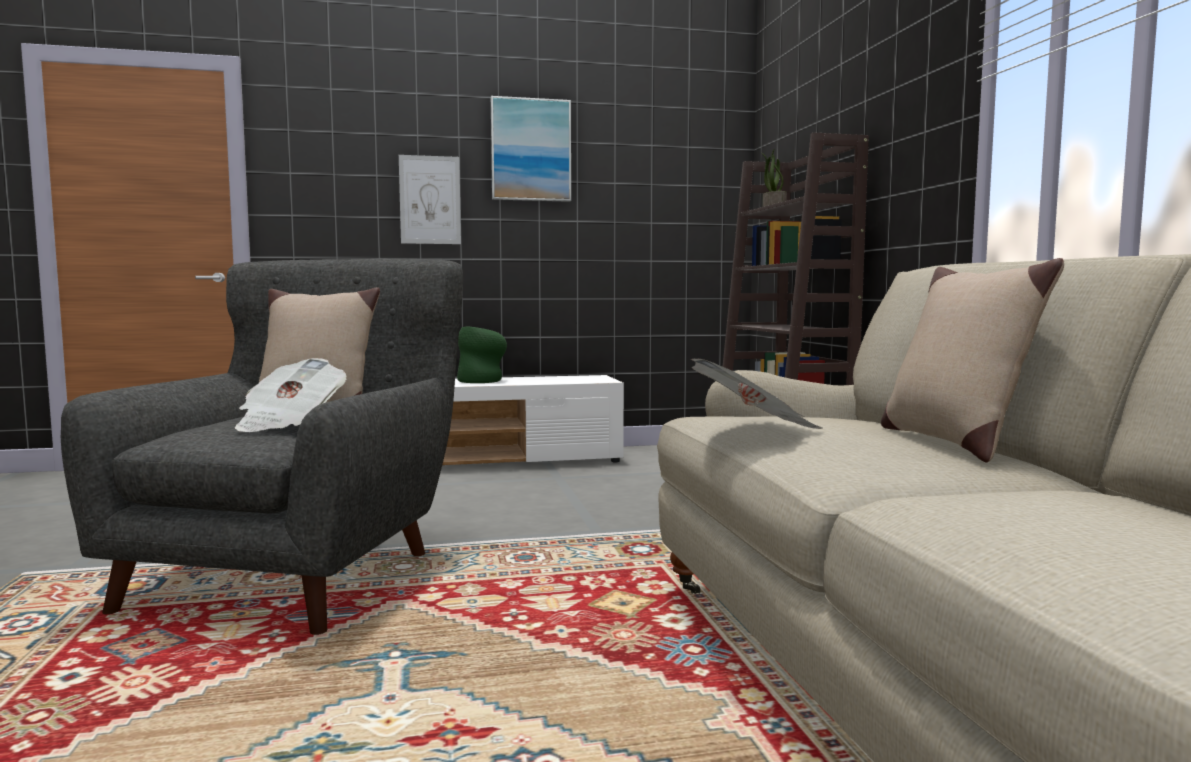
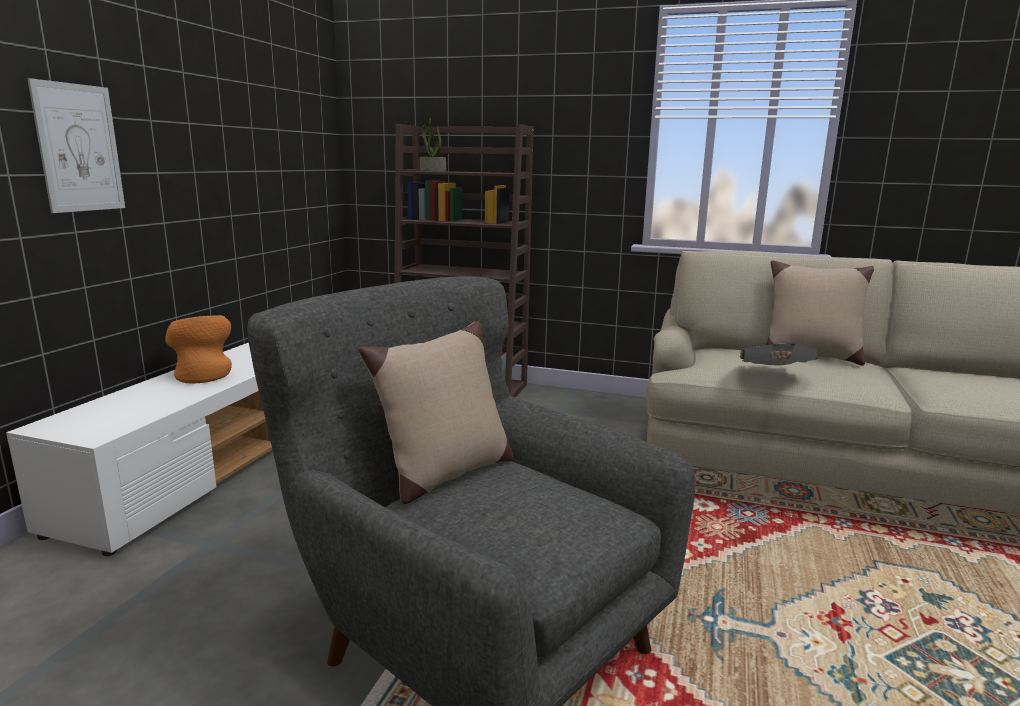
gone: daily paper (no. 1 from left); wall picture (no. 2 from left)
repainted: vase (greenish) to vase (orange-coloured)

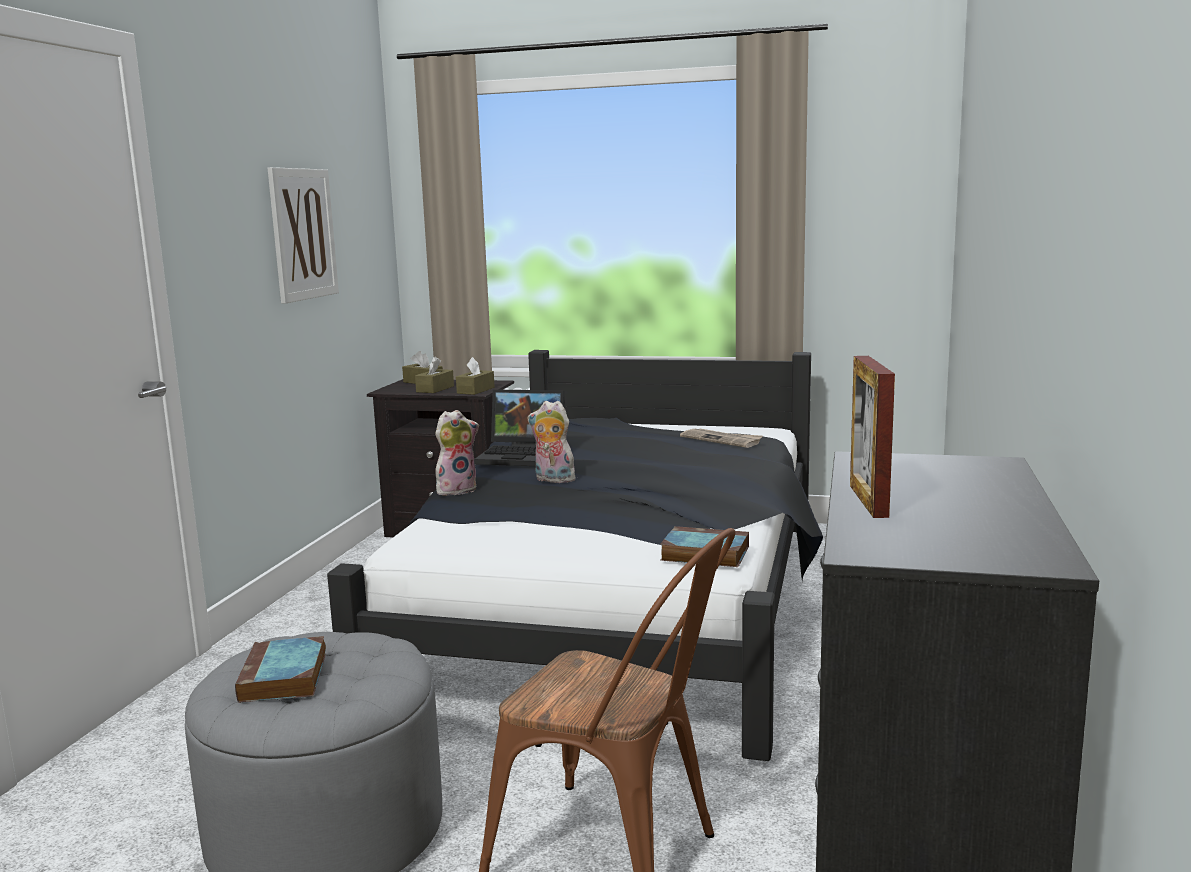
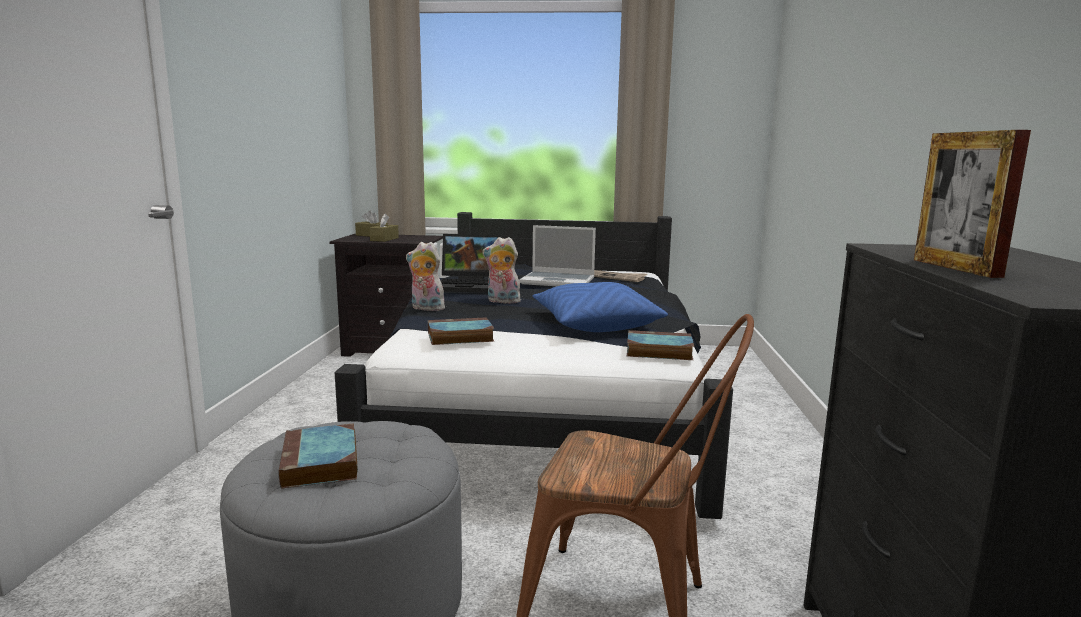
gone: wall picture; tissue holder (brown-coloured) (no. 3 from left)
new: book (no. 2 from left); portable computer (no. 2 from left); pillow (blue)
rotated: cuddly toy (no. 1 from left) 120 degrees counterclockwise

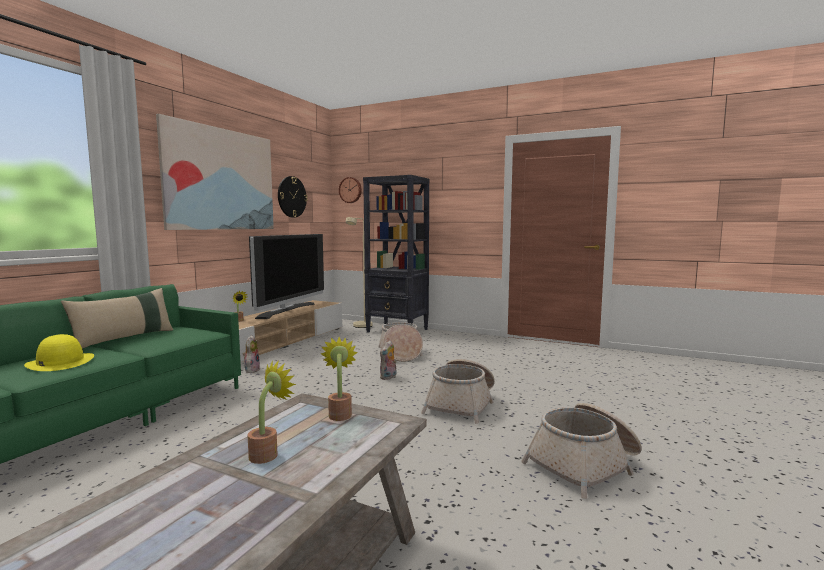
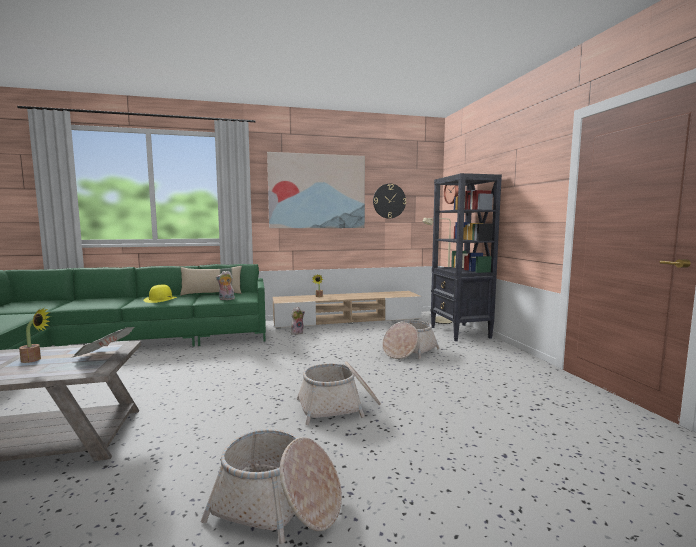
gone: television
shifted: cuddly toy (no. 2 from left in the first image) to cuddly toy (no. 1 from left)
swapped: houseplant (no. 3 from left) to daily paper

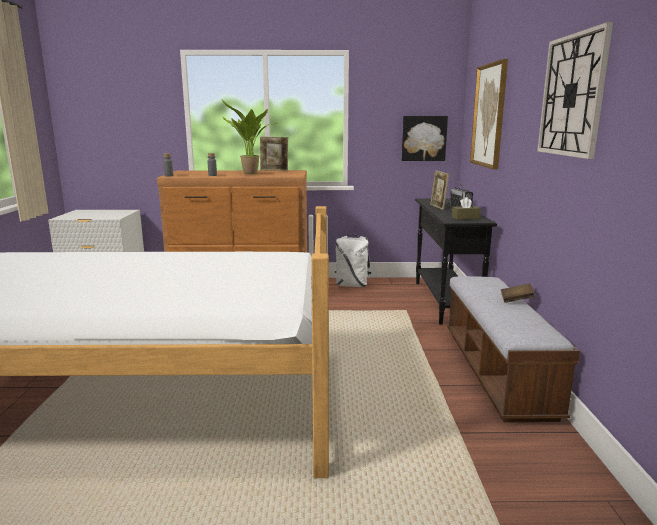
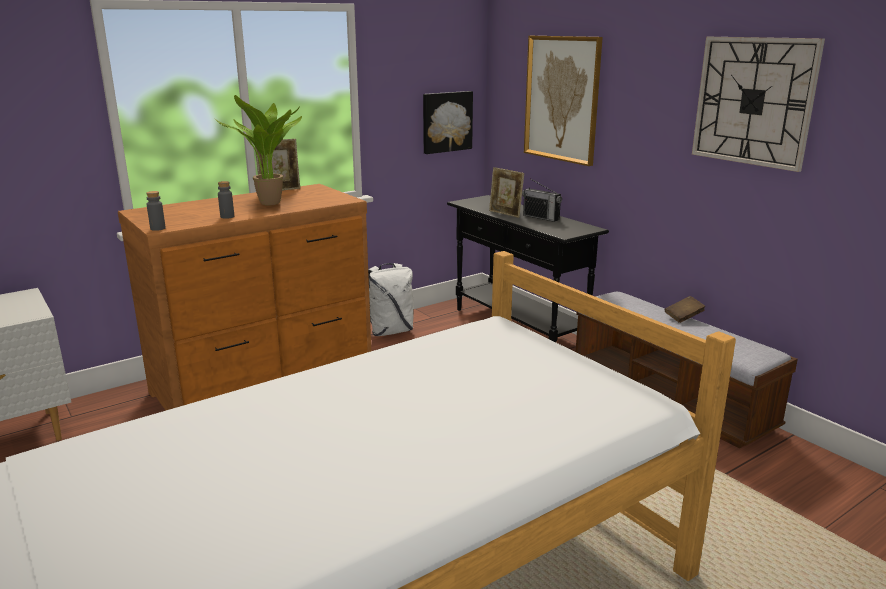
gone: tissue holder (brown-coloured)

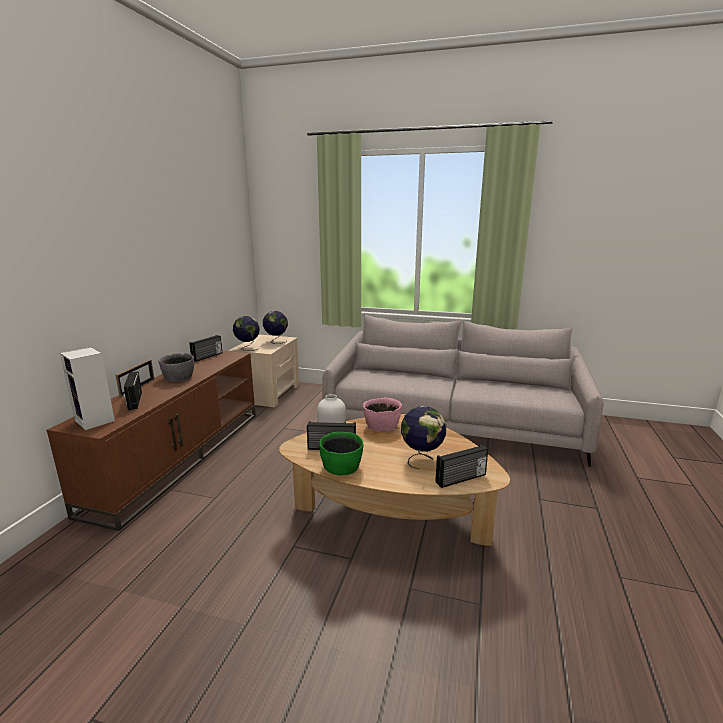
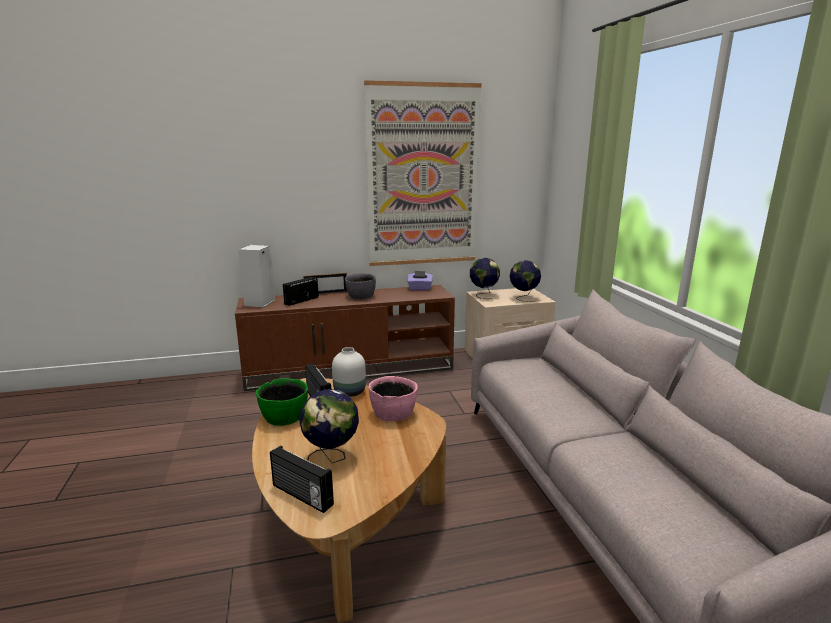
new: wall picture
swapped: radio set (no. 2 from left) to tissue holder (purple)

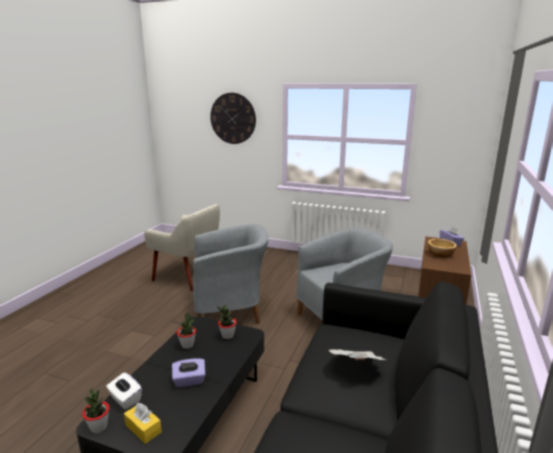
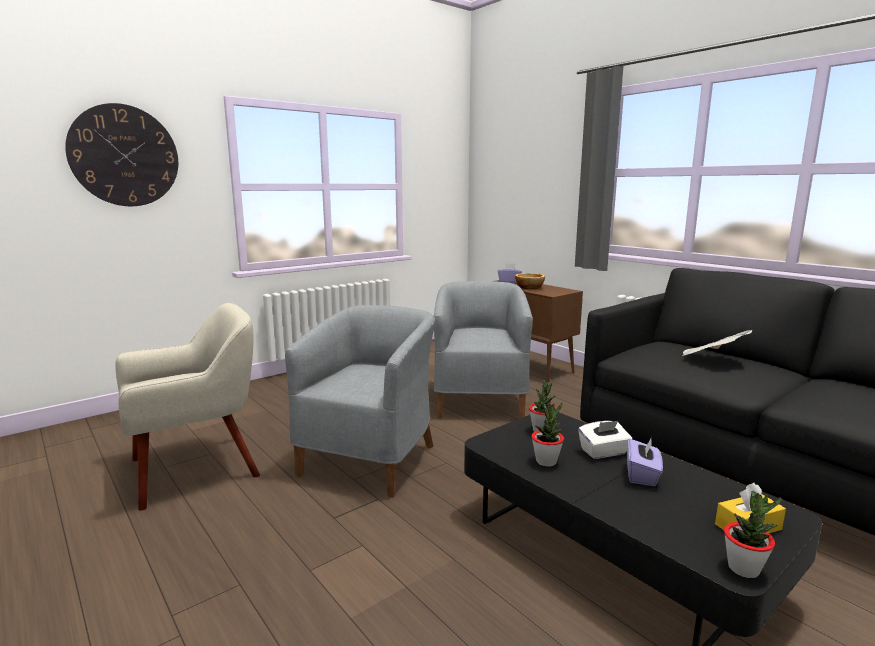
shifted: tissue holder (whitish)

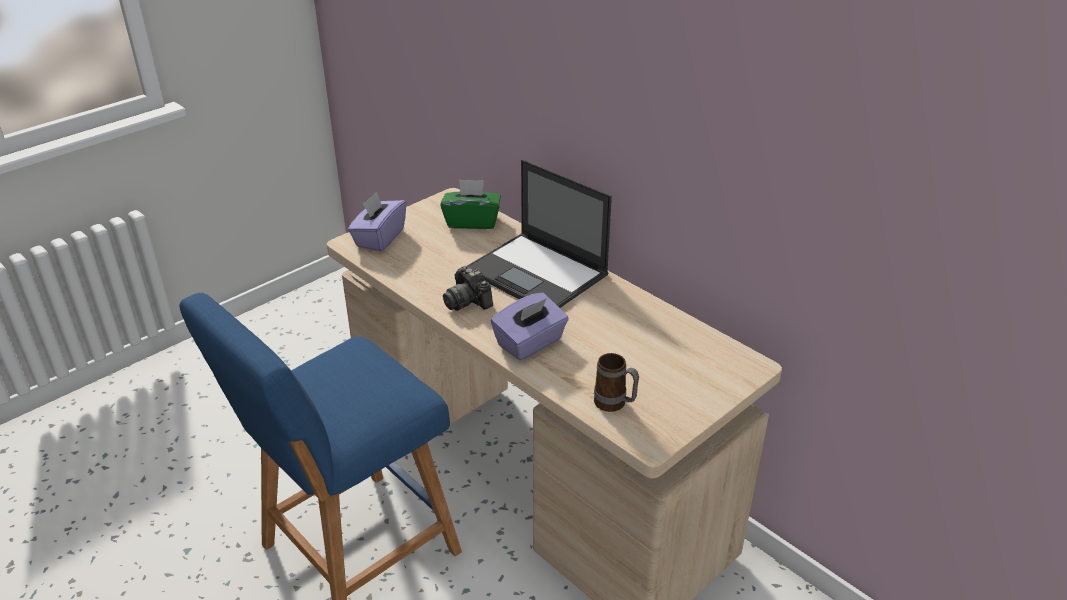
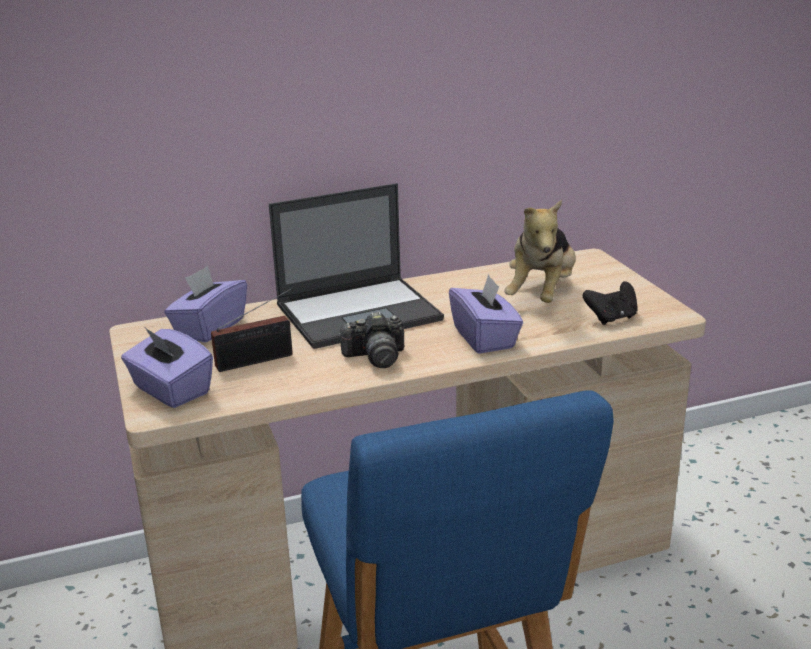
new: radio set; cuddly toy
swapped: mug to game controller (black)
repainted: tissue holder (greenish) to tissue holder (purple) (no. 2 from left)

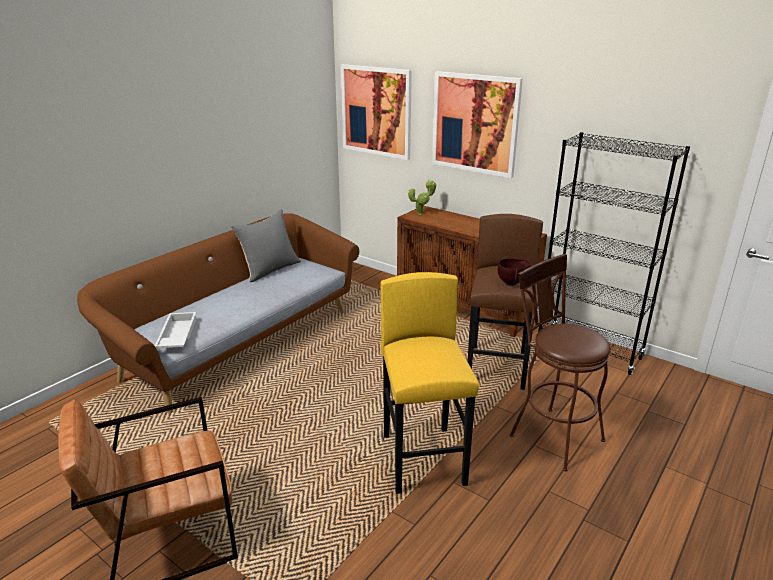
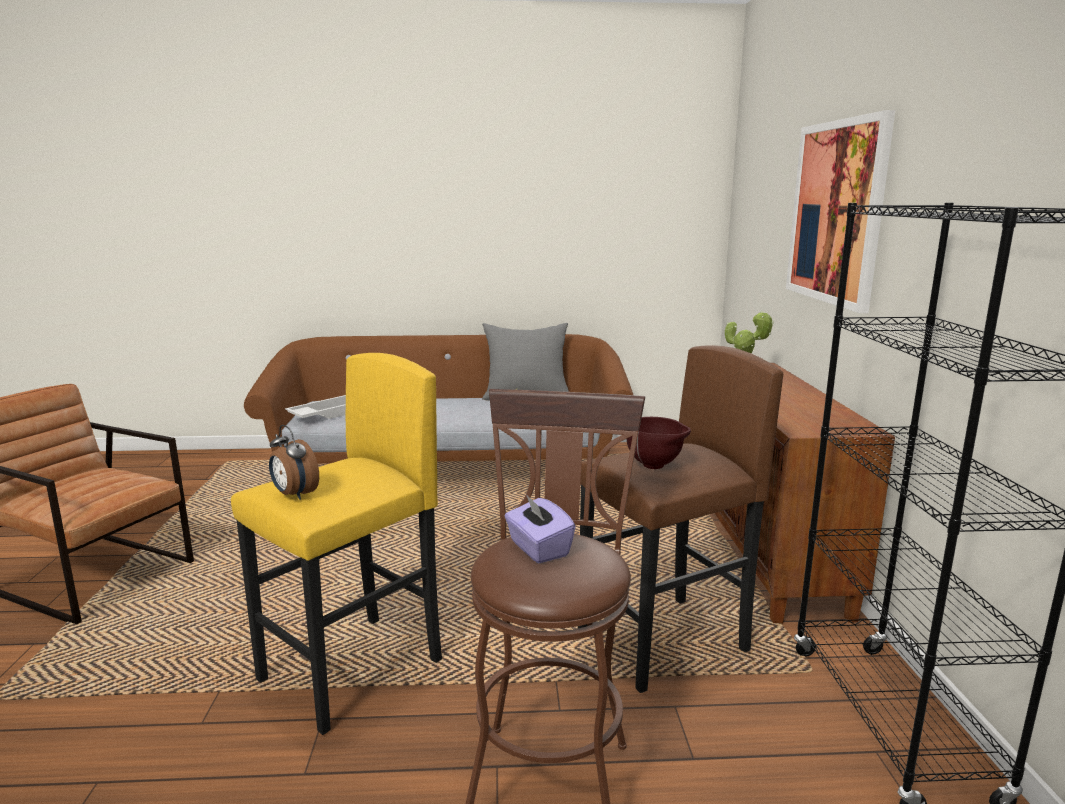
gone: wall picture (no. 1 from left)
new: table clock; tissue holder (purple)

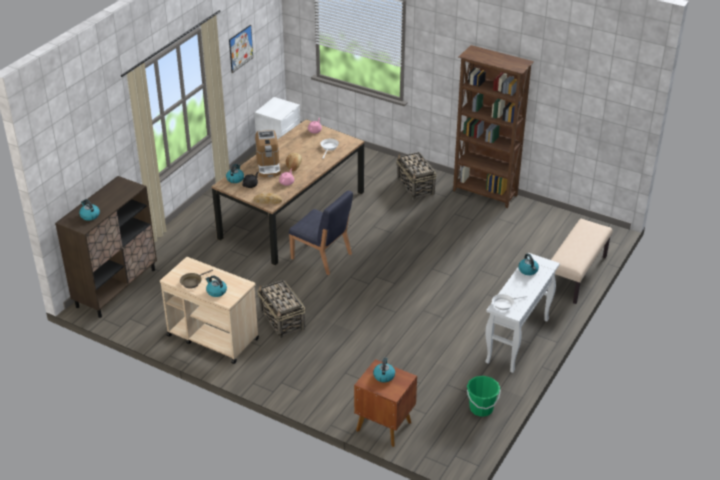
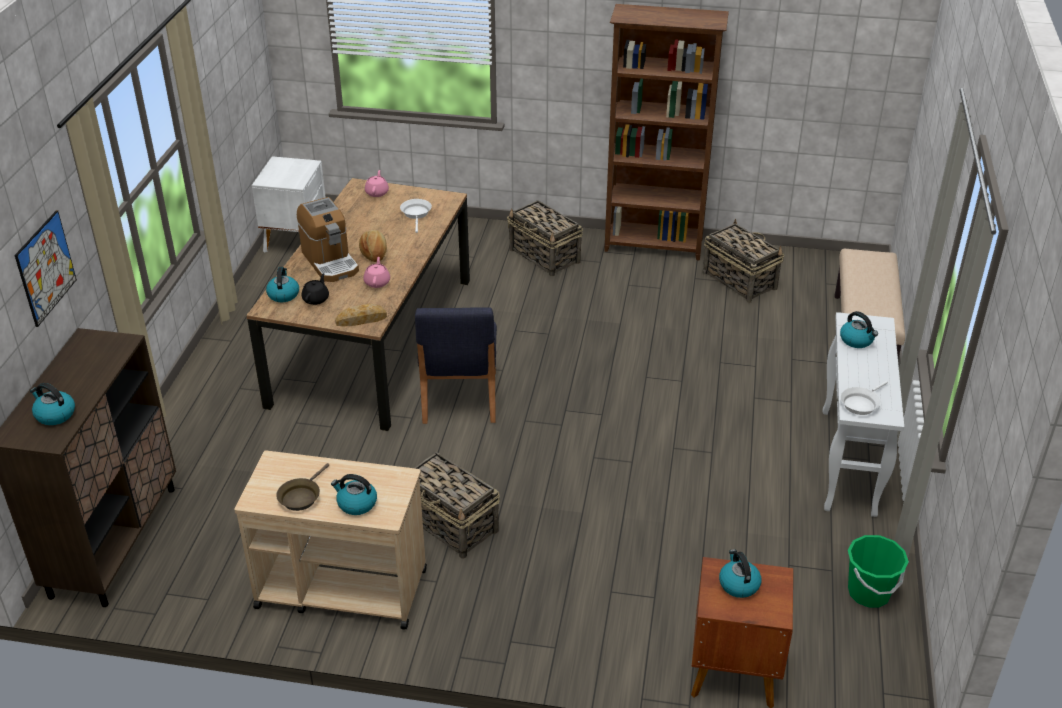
new: household basket (no. 3 from left)
shifted: wall picture
rotated: upright chair (blue) 75 degrees clockwise

